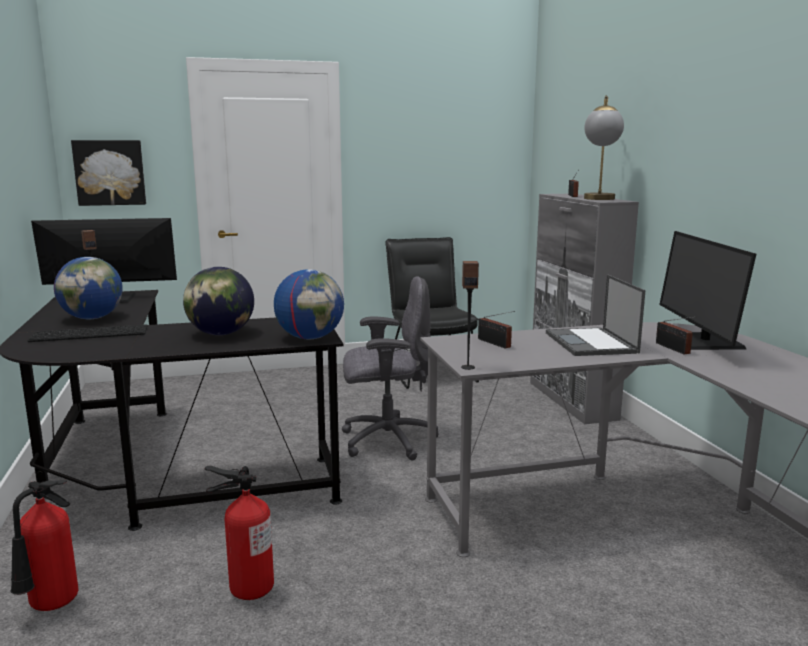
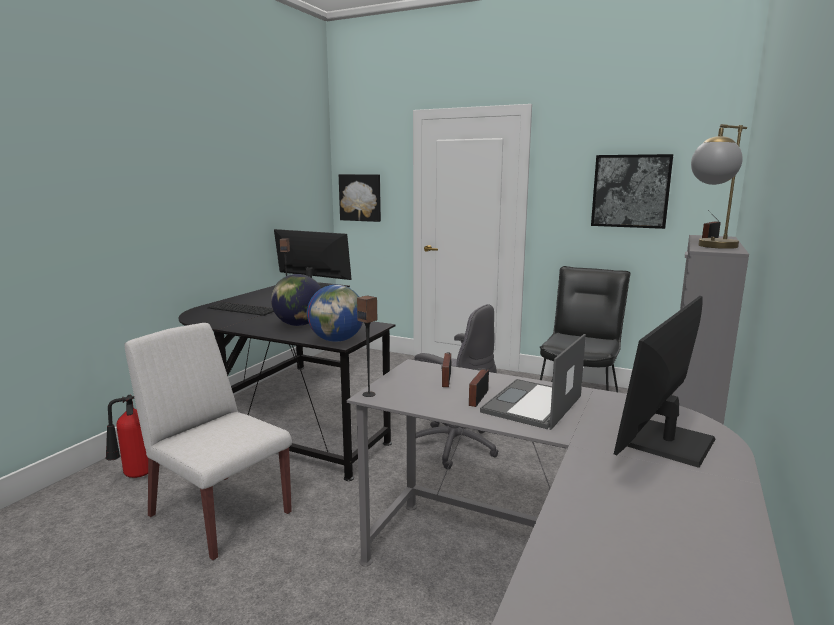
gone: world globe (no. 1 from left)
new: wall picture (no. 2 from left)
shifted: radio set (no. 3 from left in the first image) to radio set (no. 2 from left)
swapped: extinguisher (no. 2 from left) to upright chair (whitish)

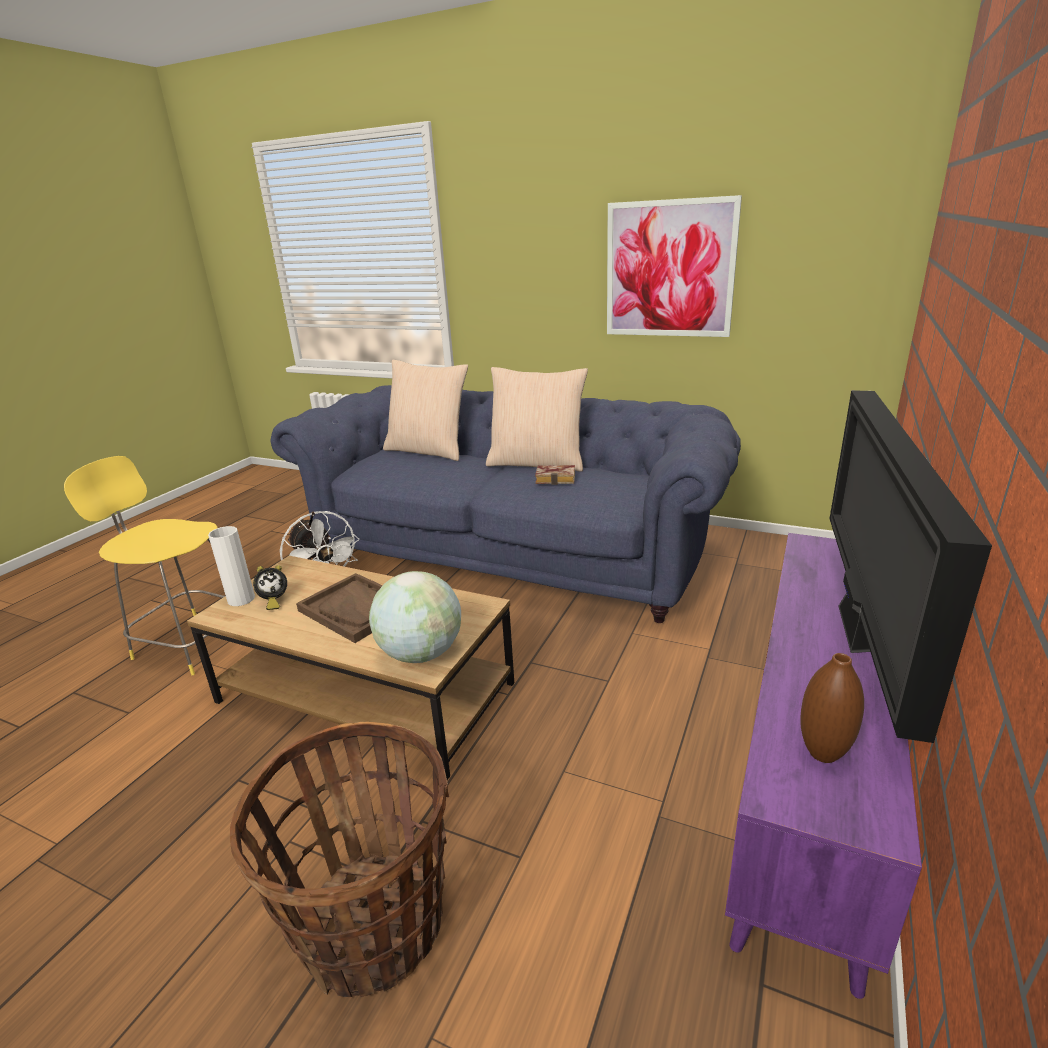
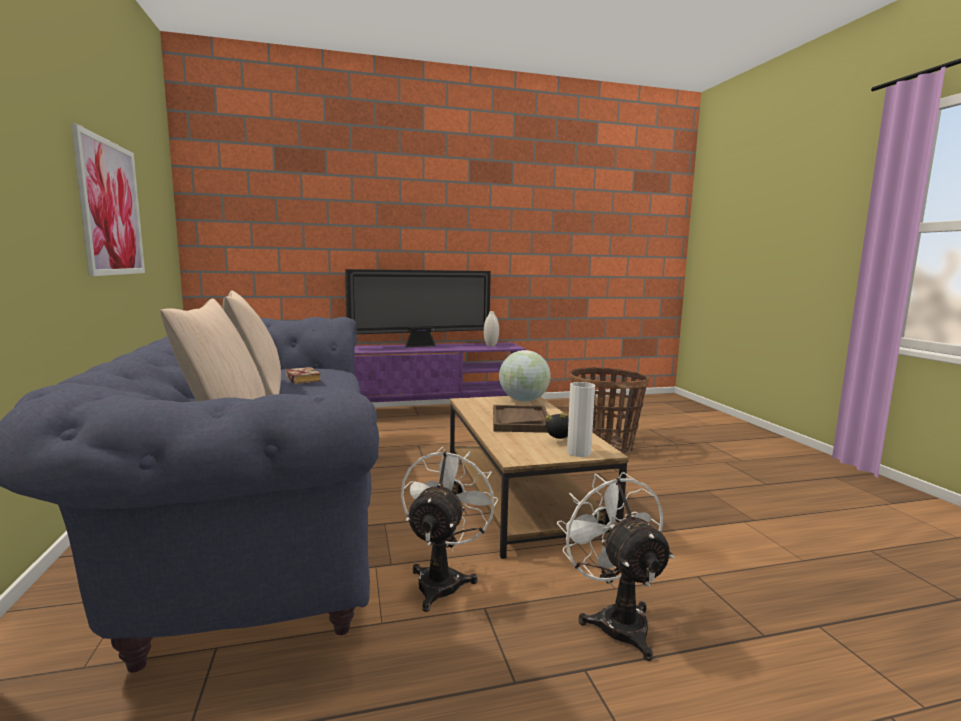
swapped: stool (yellow-coloured) to electric fan (whitish) (no. 2 from left)
repainted: vase (brown-coloured) to vase (whitish) (no. 1 from left)

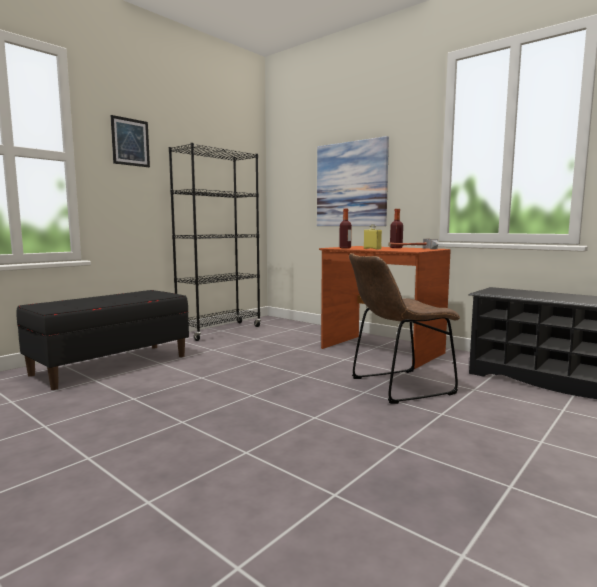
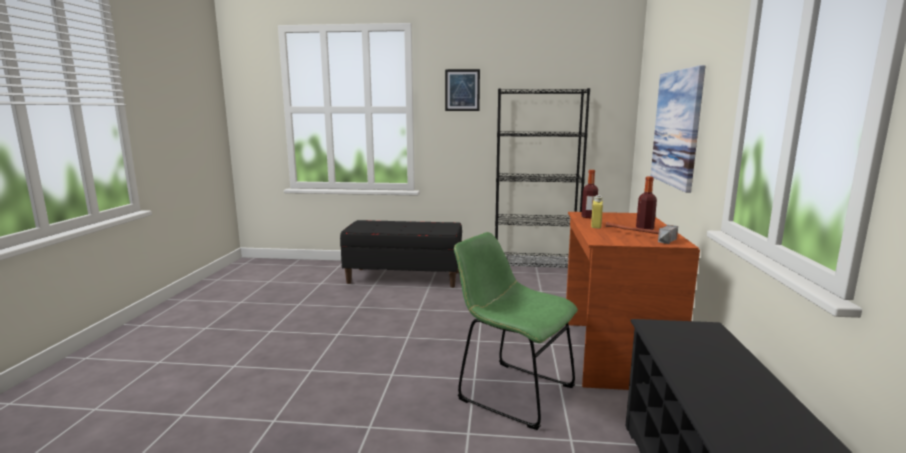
repainted: upright chair (brown-coloured) to upright chair (greenish)

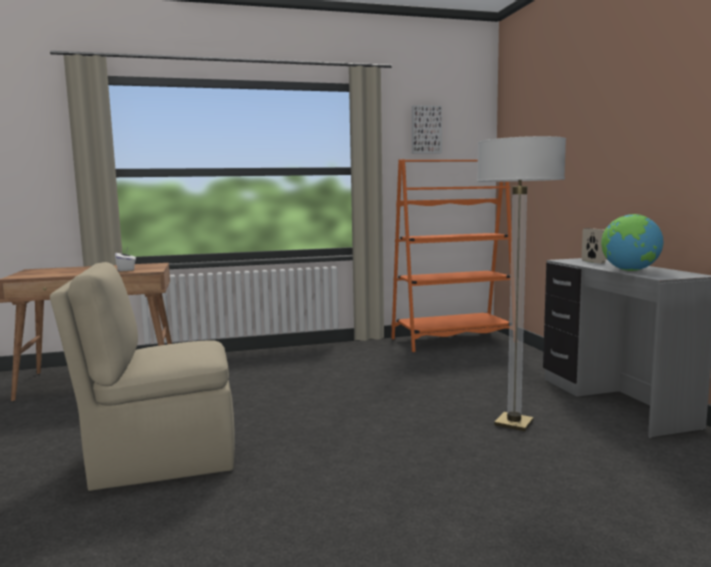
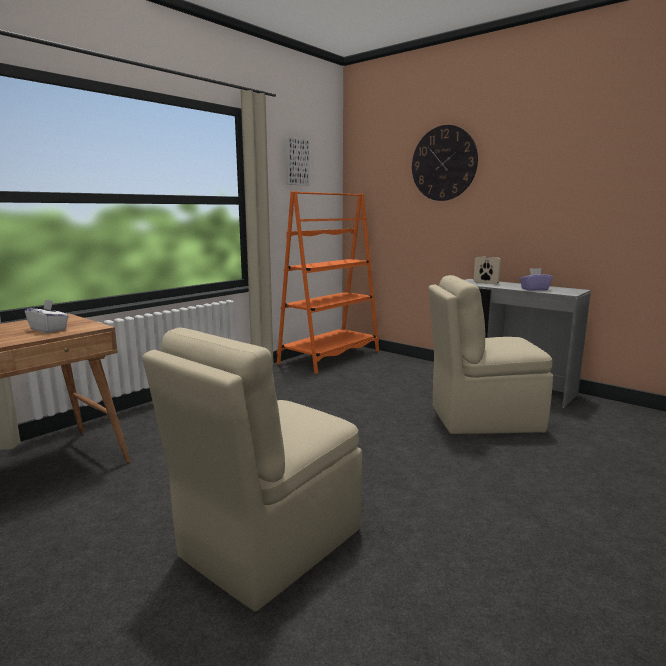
new: wall clock
swapped: standard lamp to upright chair (beige-coloured) (no. 2 from left); world globe to tissue holder (purple)

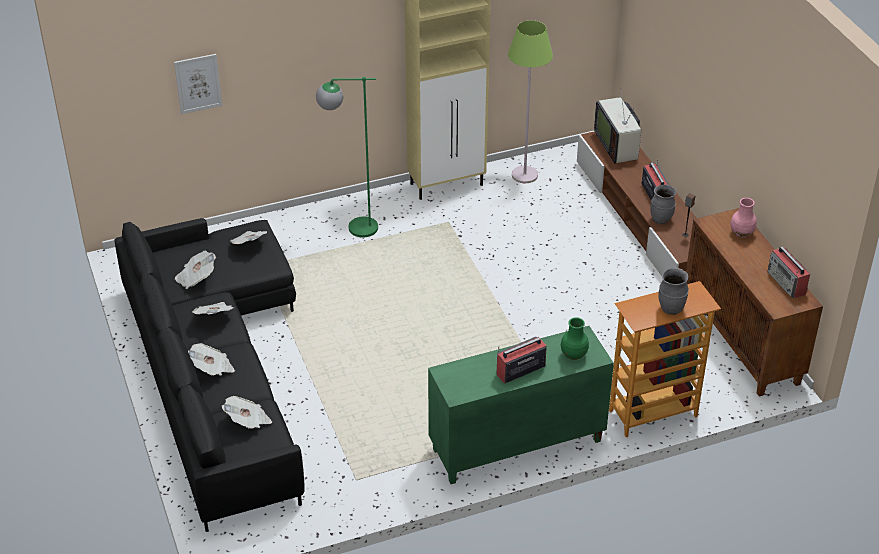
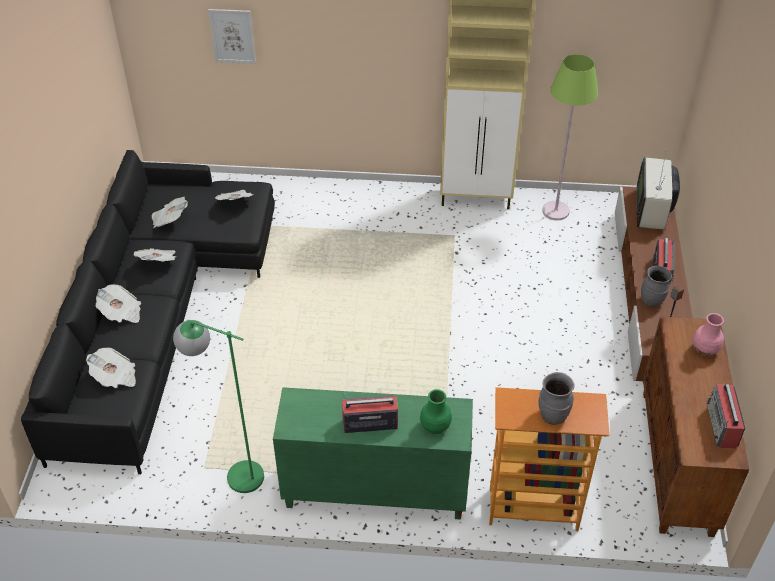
shifted: standard lamp (greenish) (no. 1 from left)

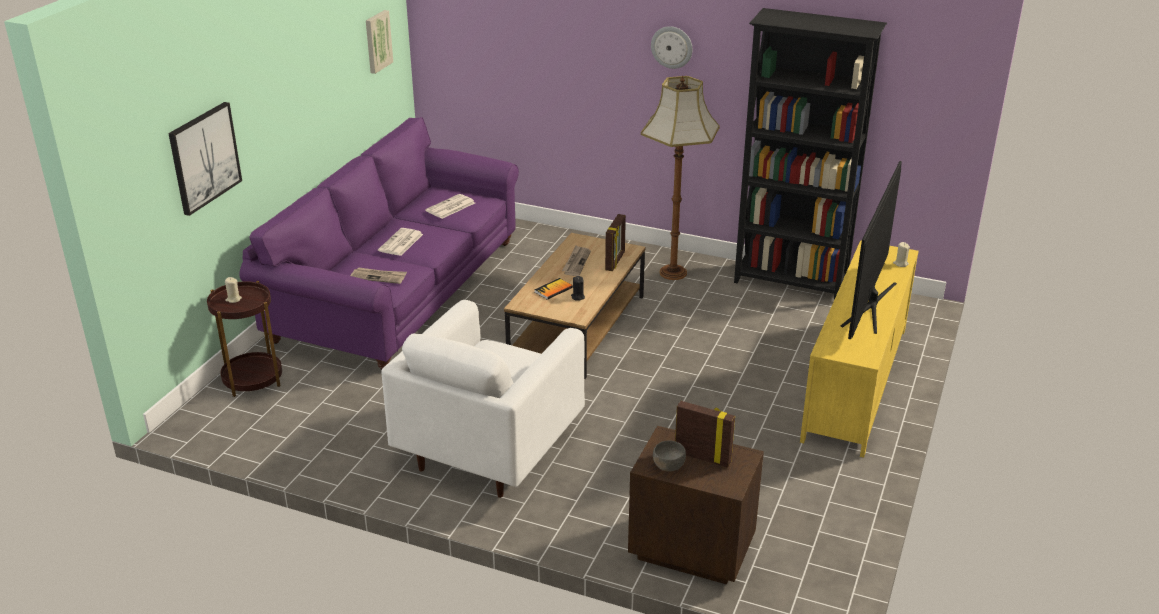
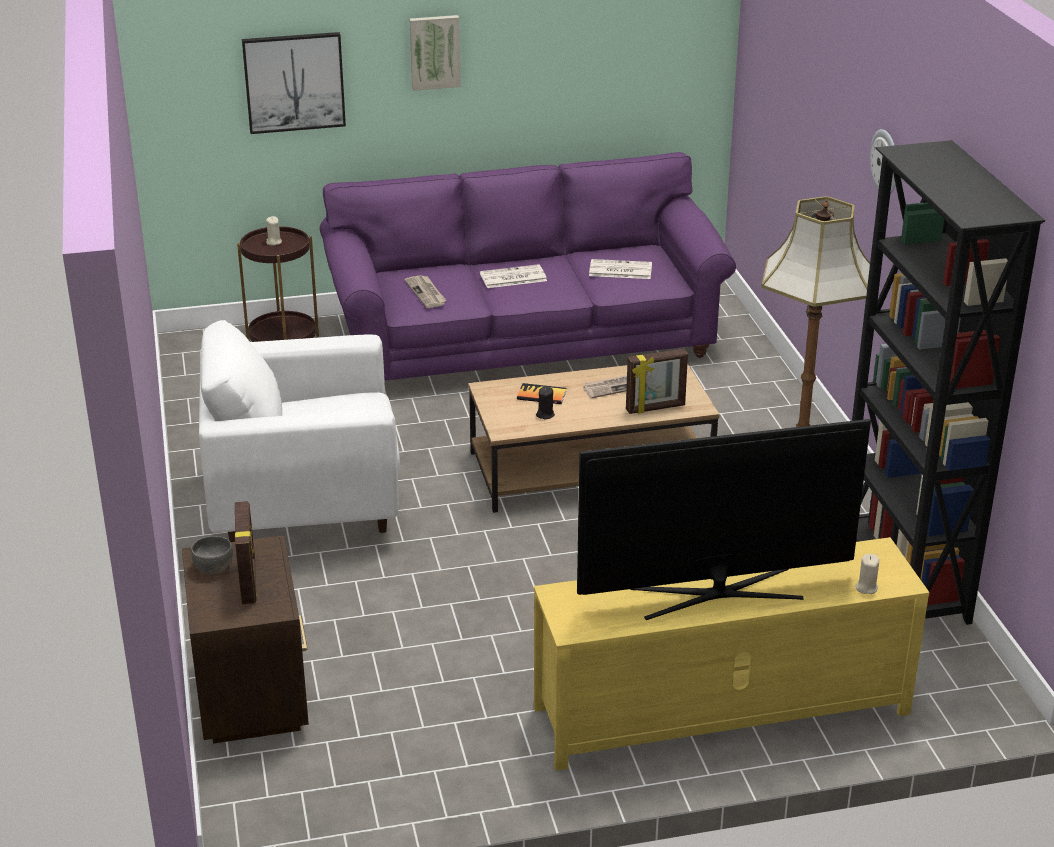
shifted: wall picture (no. 2 from left)

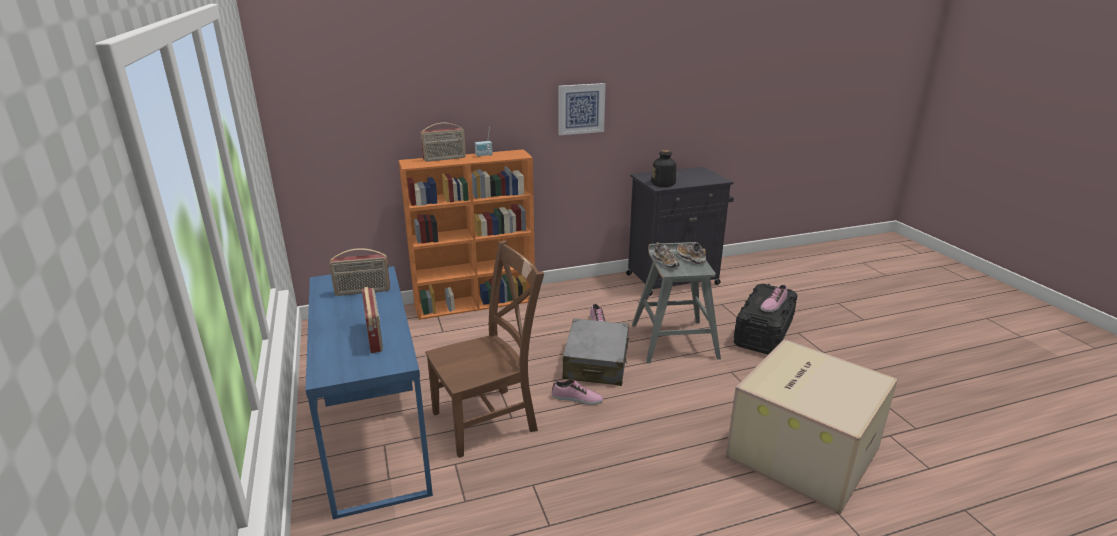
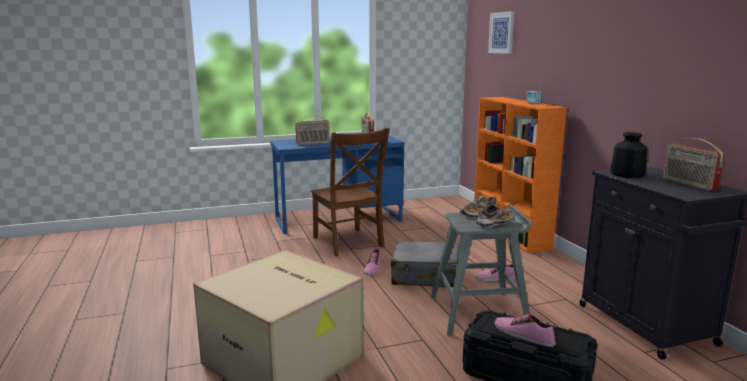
shifted: radio set (no. 3 from left in the first image) to radio set (no. 4 from left); wall picture

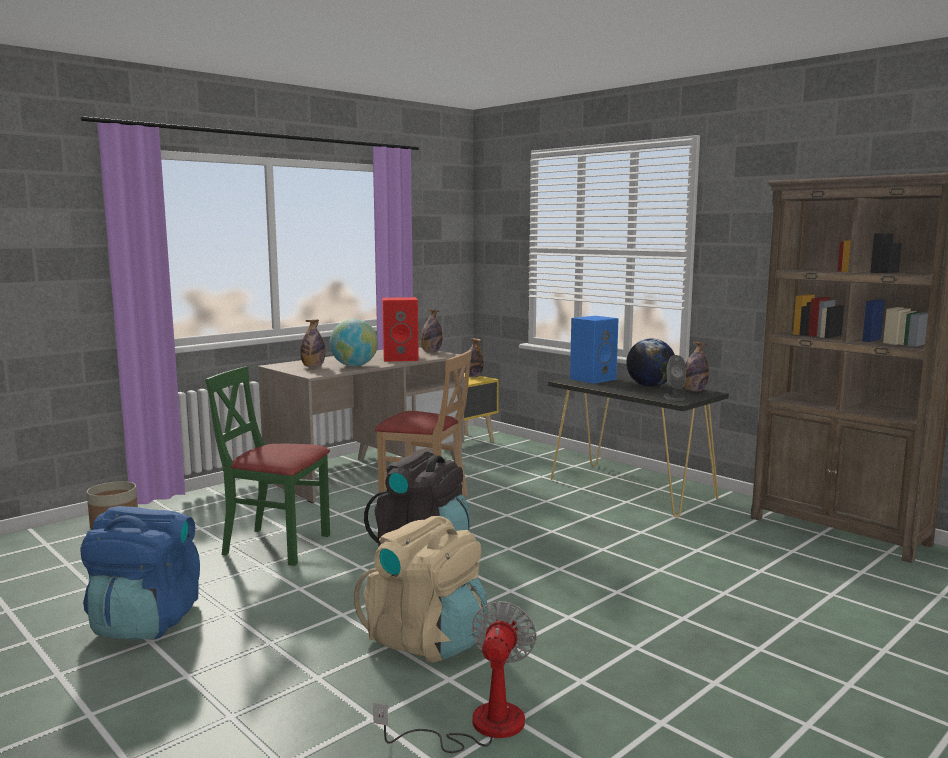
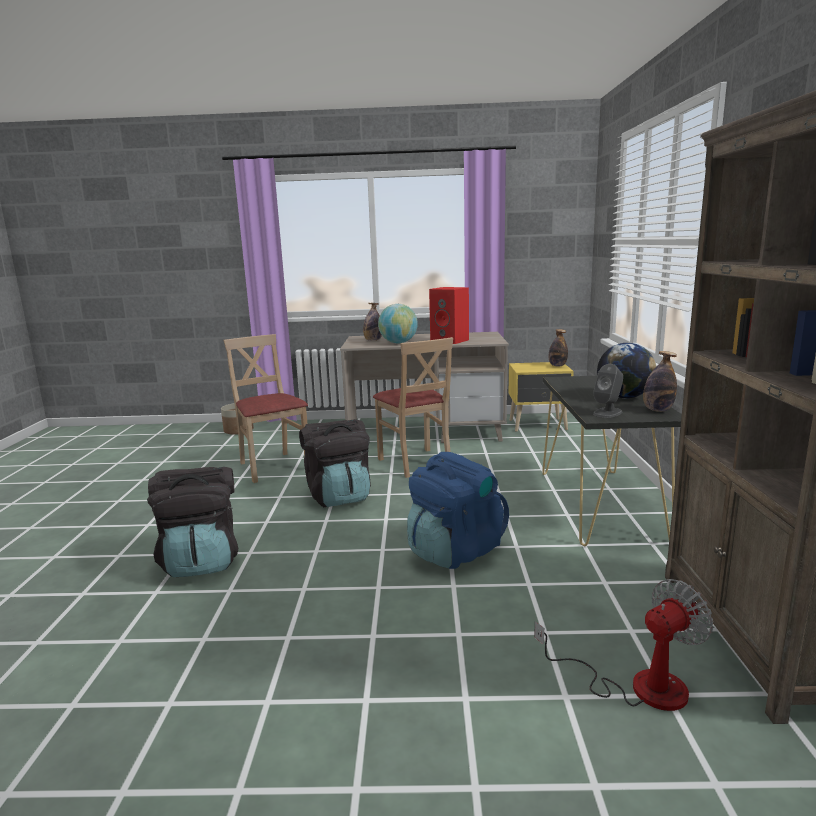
gone: bottle (no. 2 from left); loudspeaker (blue)
shifted: rucksack (blue); electric fan
repainted: upright chair (greenish) to upright chair (beige-coloured) (no. 1 from left); rucksack (beige-coloured) to rucksack (black) (no. 1 from left)

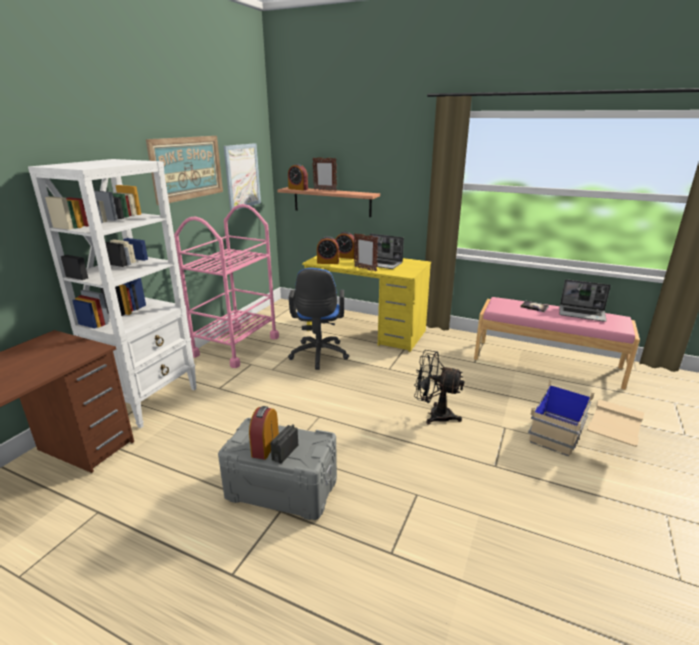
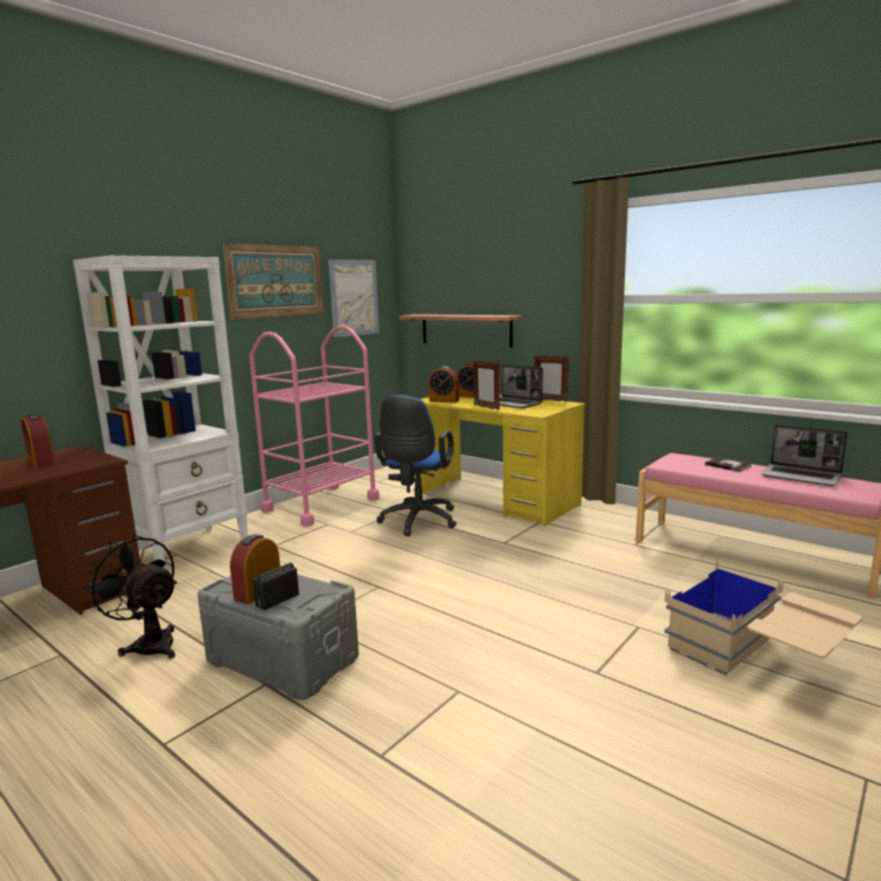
shifted: table clock (no. 2 from left in the first image) to table clock (no. 1 from left); picture frame (no. 1 from left in the first image) to picture frame (no. 2 from left); electric fan (black)

